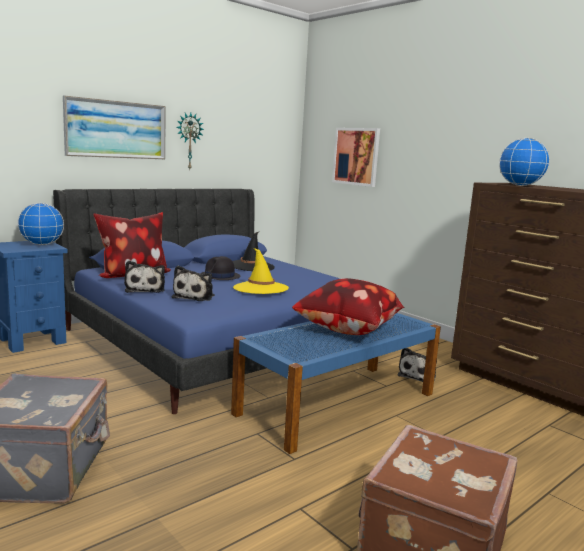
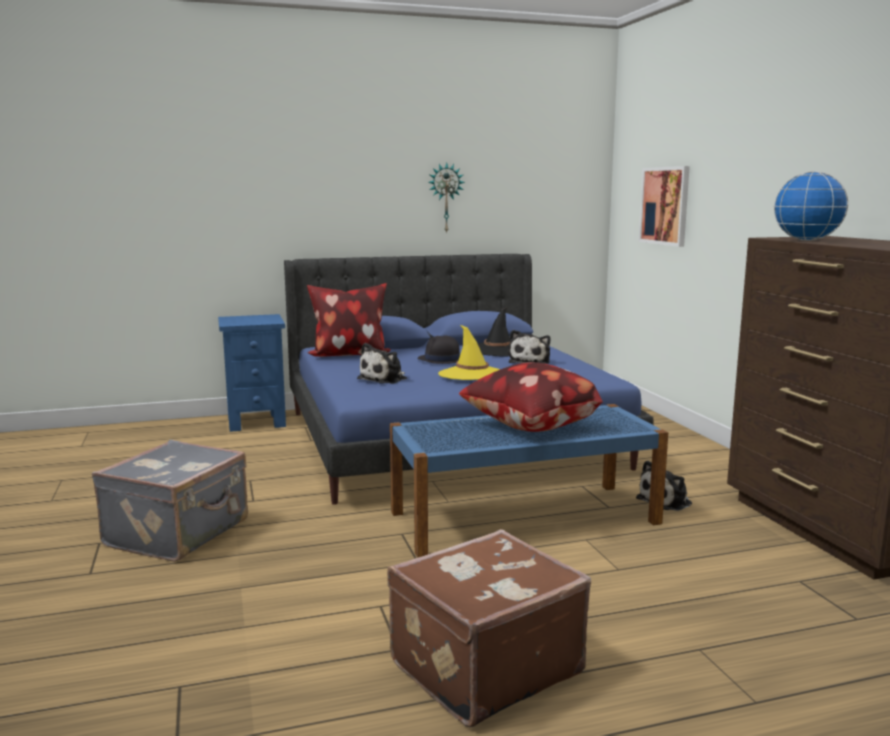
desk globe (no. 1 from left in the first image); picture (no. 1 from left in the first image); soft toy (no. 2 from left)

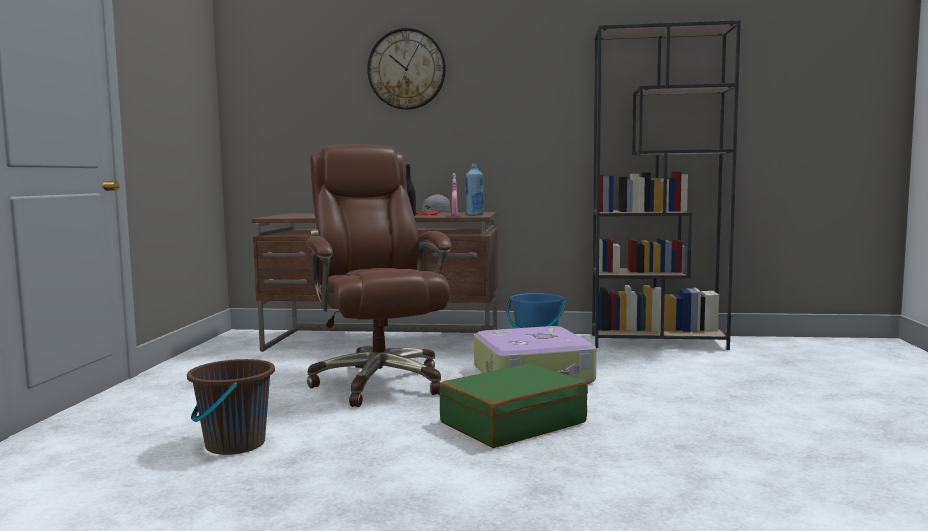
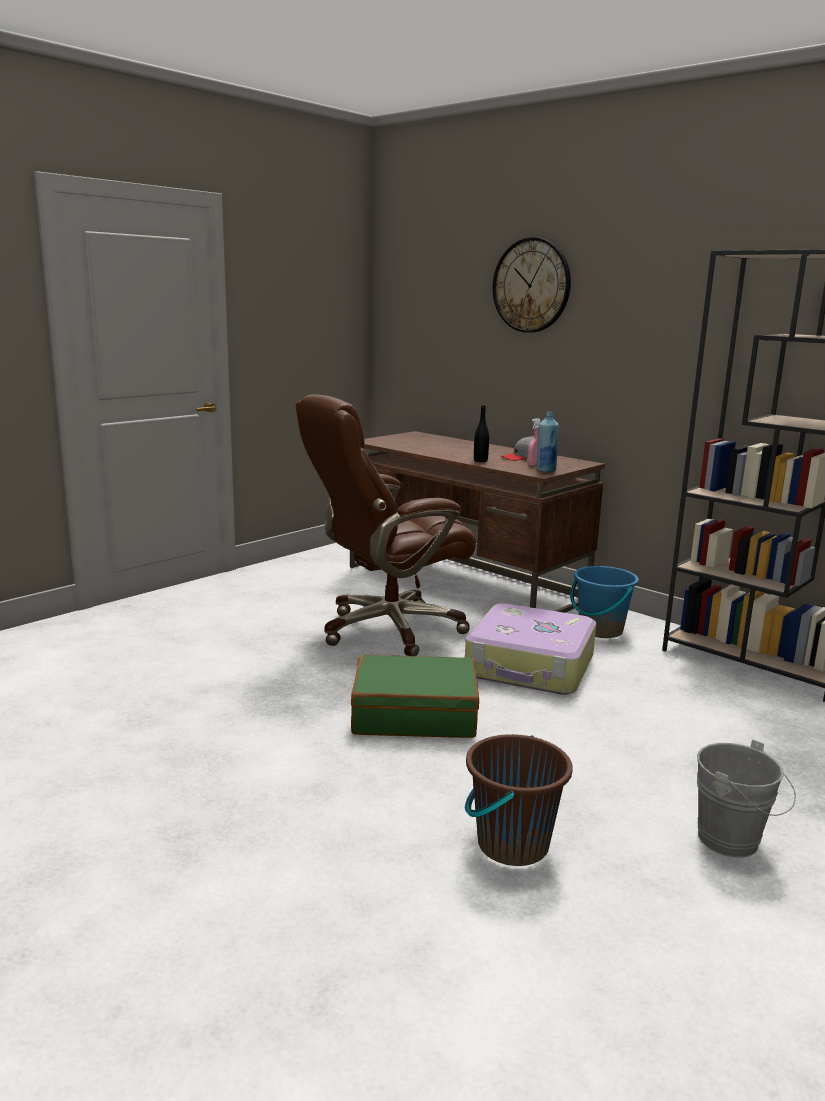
greyish pail; brownish pail; brownish office chair

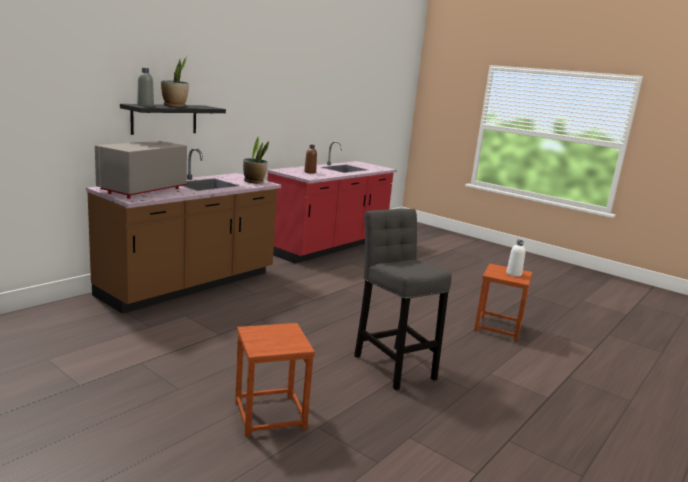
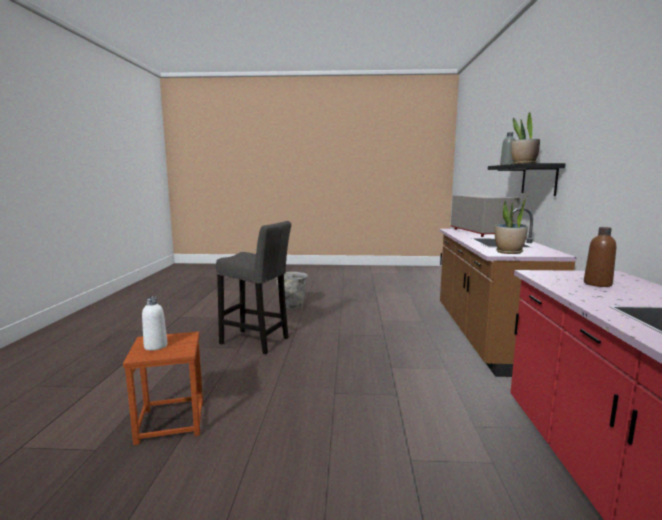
greyish pail

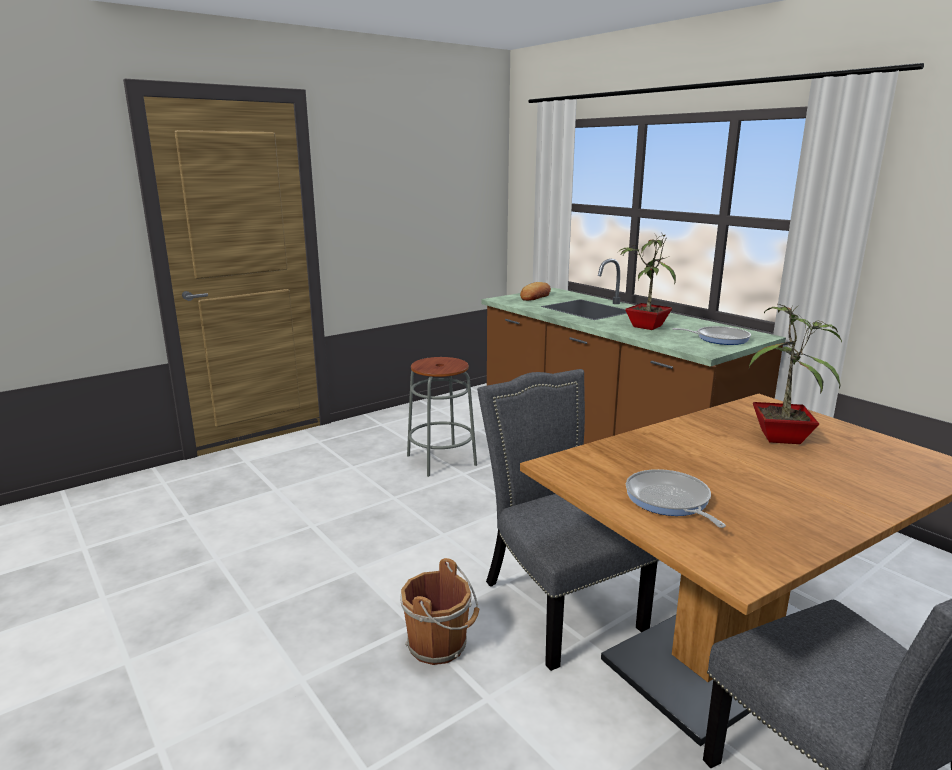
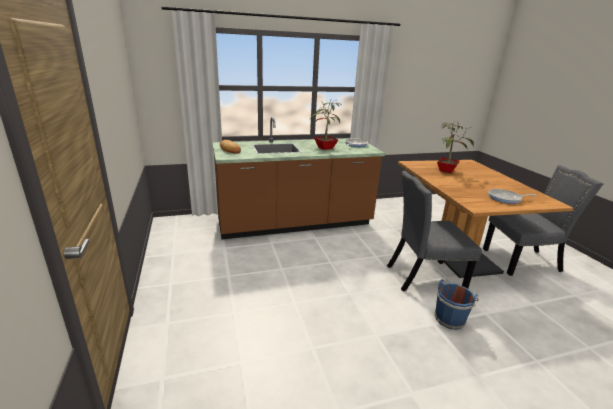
greyish stool seat; blue-coloured pail

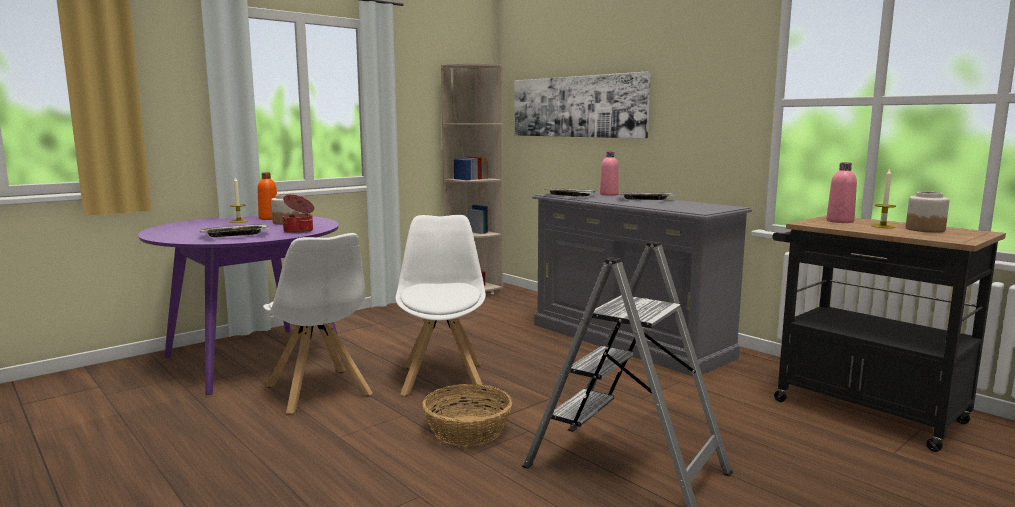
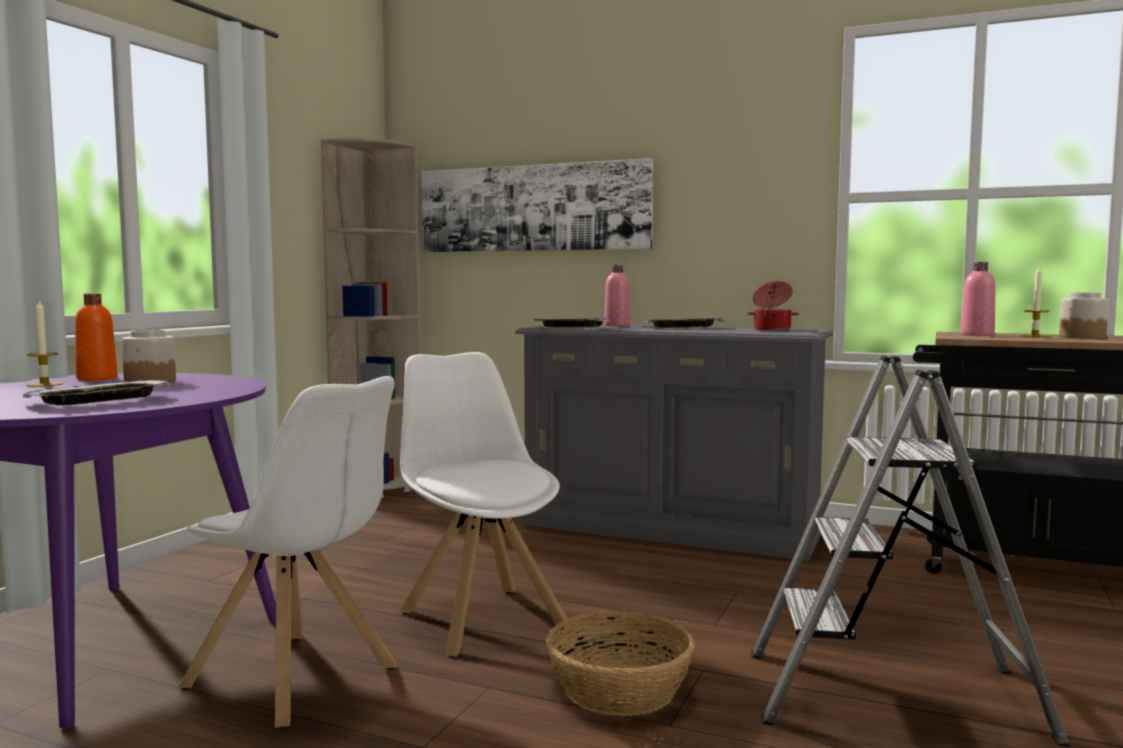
stockpot

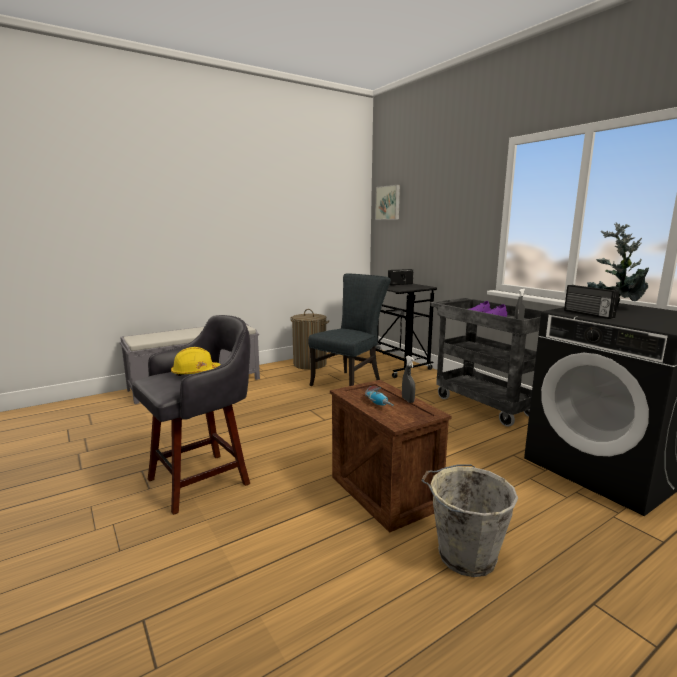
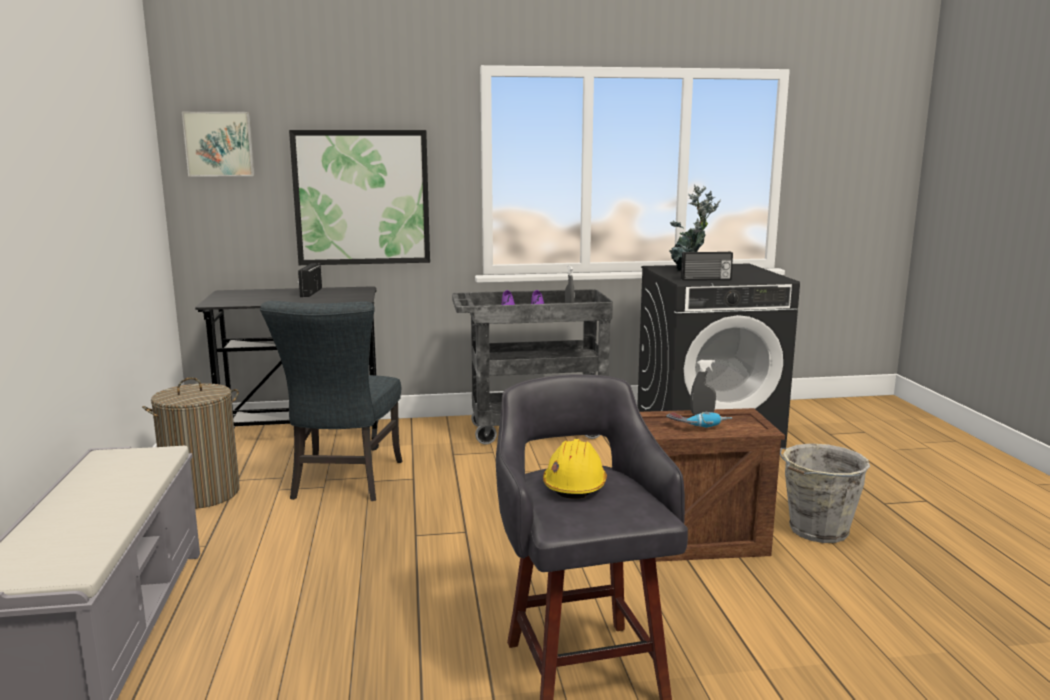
picture (no. 2 from left); greyish upright chair

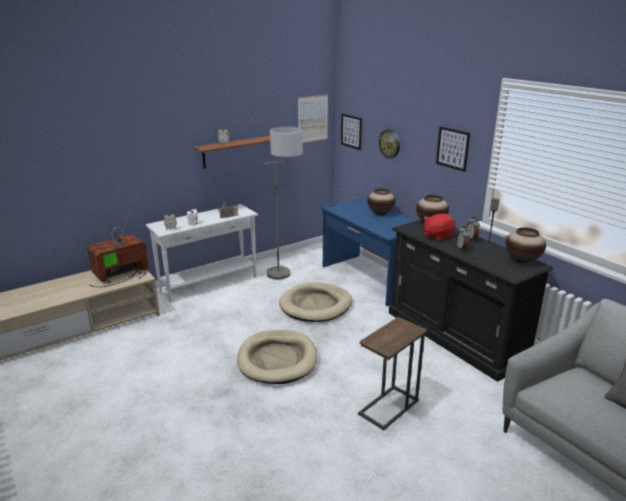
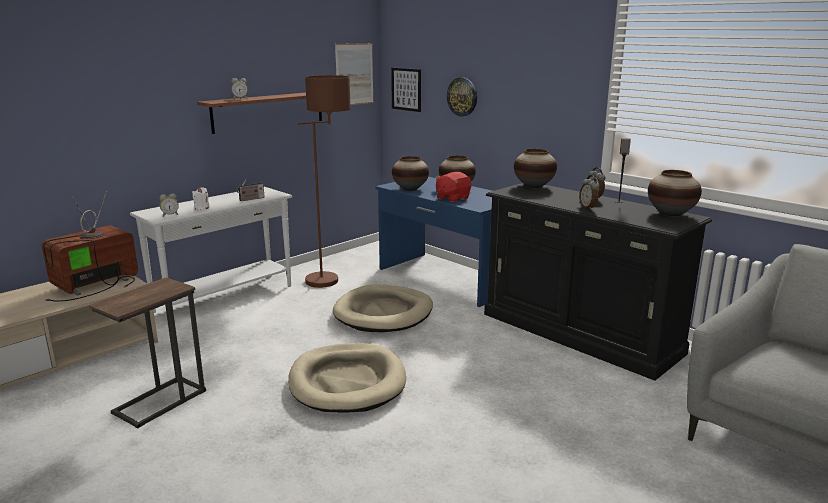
picture (no. 3 from left in the first image); vase (no. 1 from left); brownish end table; reddish soft toy; brownish standard lamp

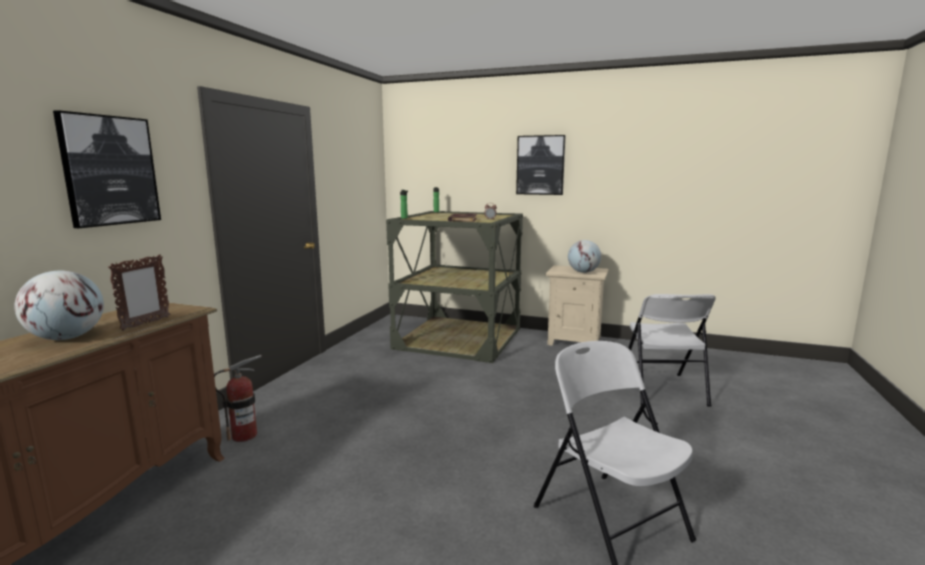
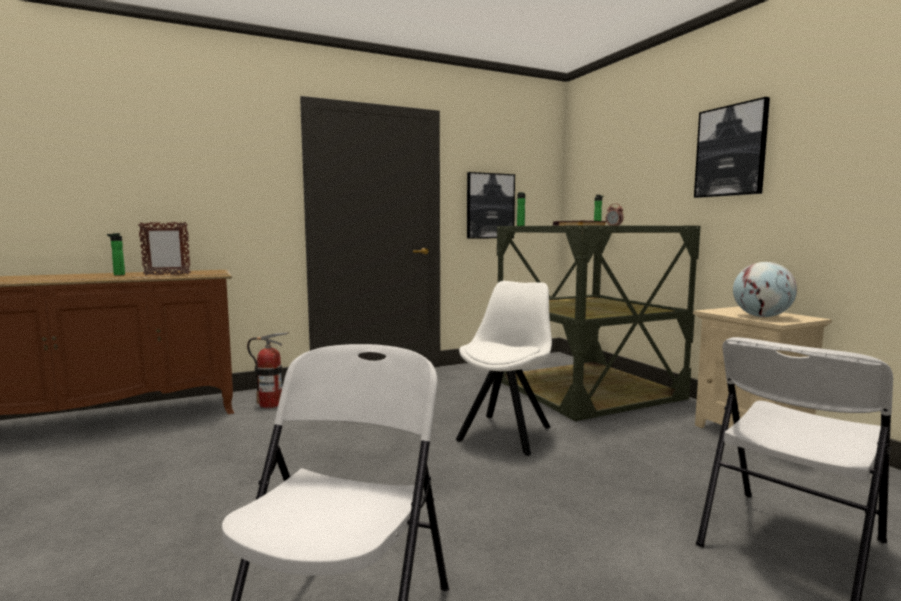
white-coloured upright chair (no. 2 from left); picture (no. 1 from left); bottle (no. 1 from left)

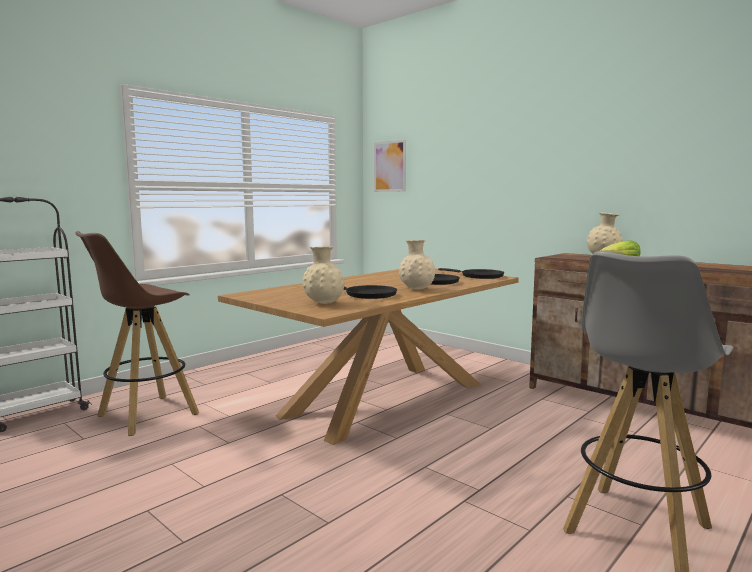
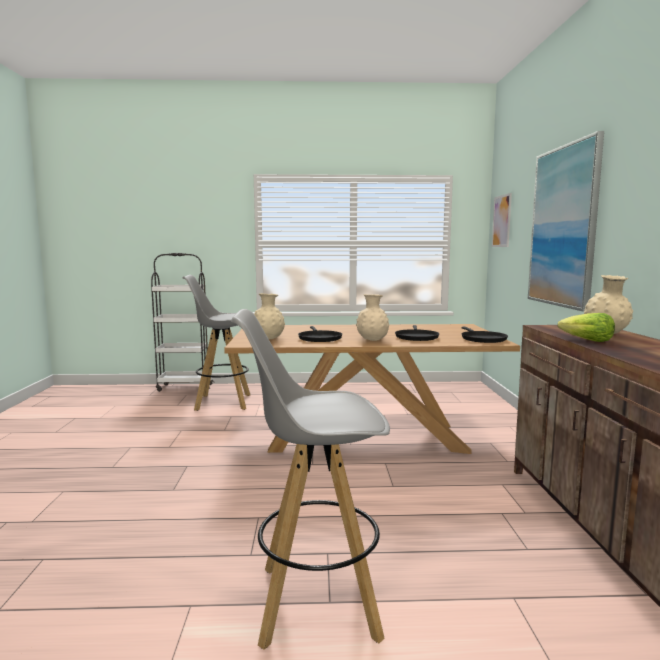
picture (no. 2 from left); greyish stool seat (no. 1 from left)

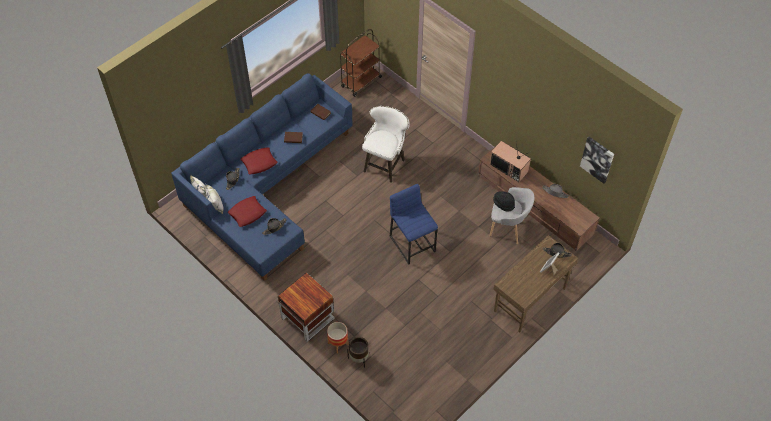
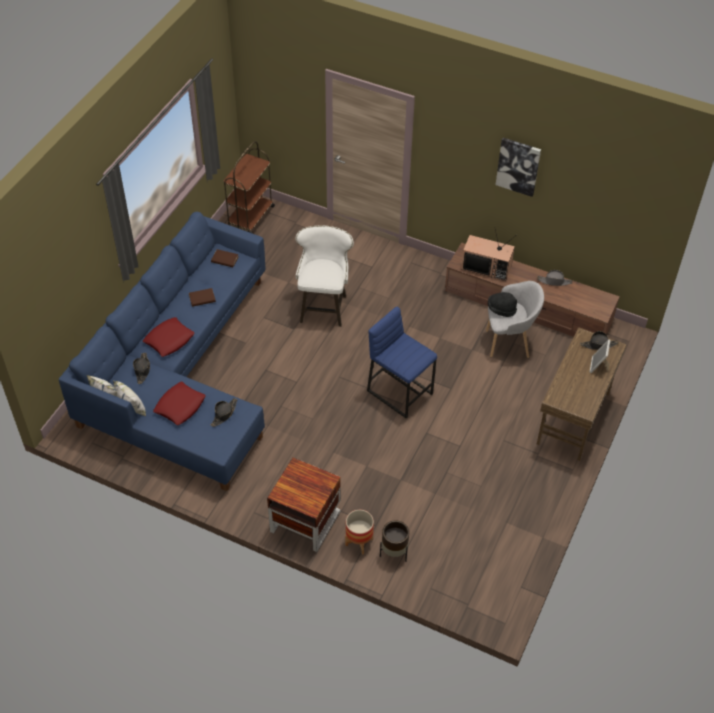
picture

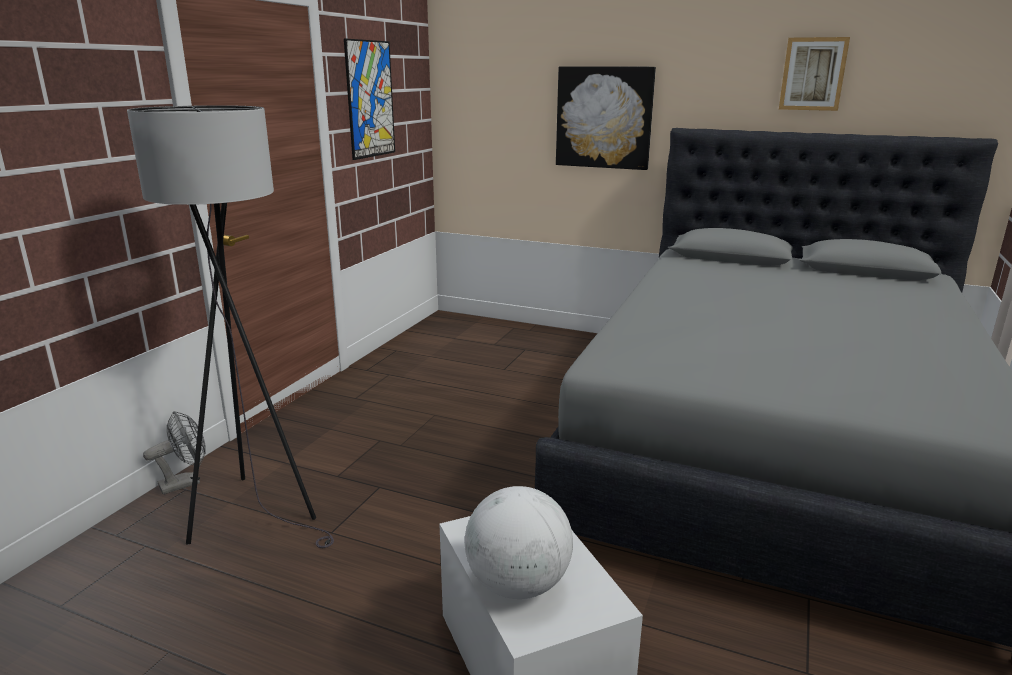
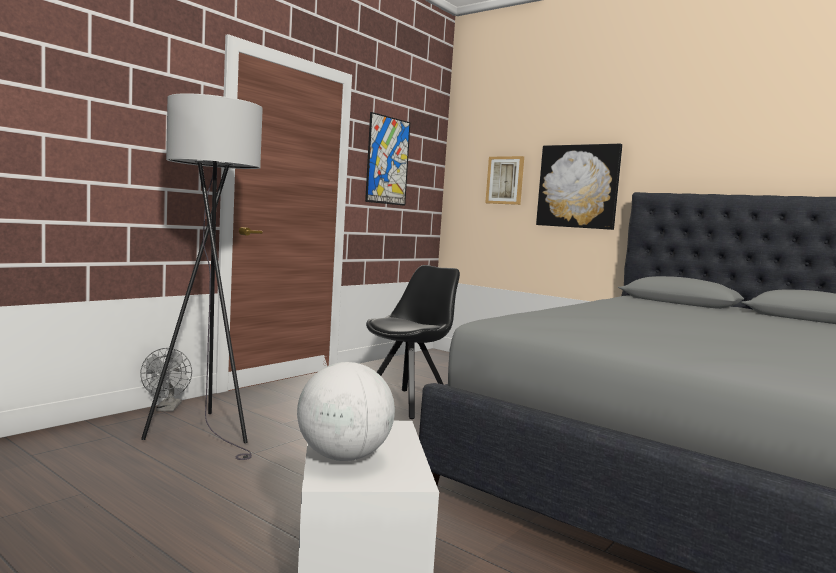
black-coloured upright chair; picture (no. 2 from left); greyish electric fan

